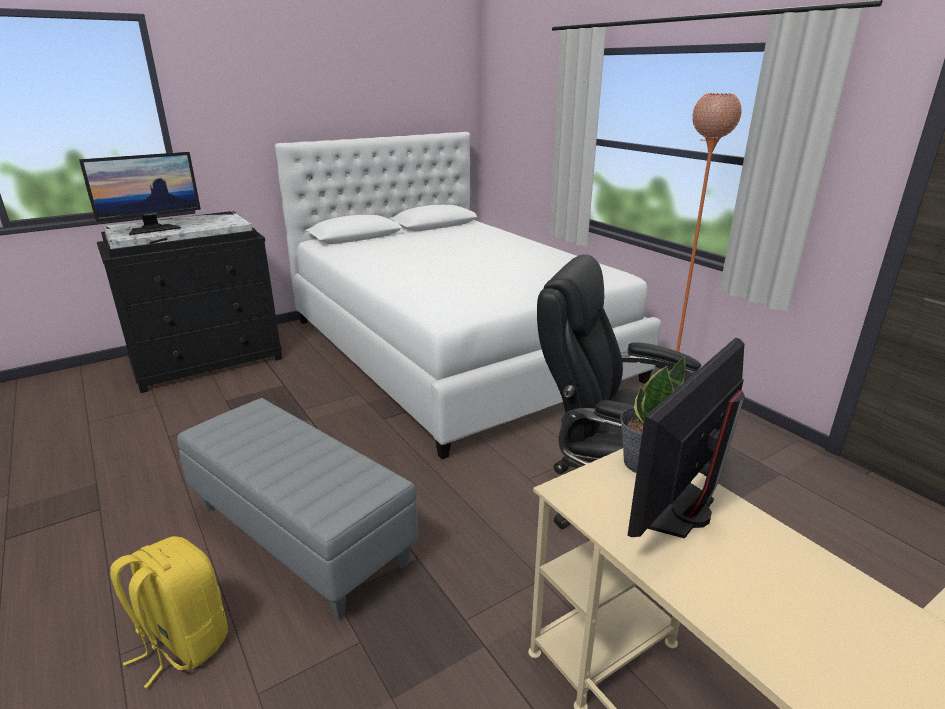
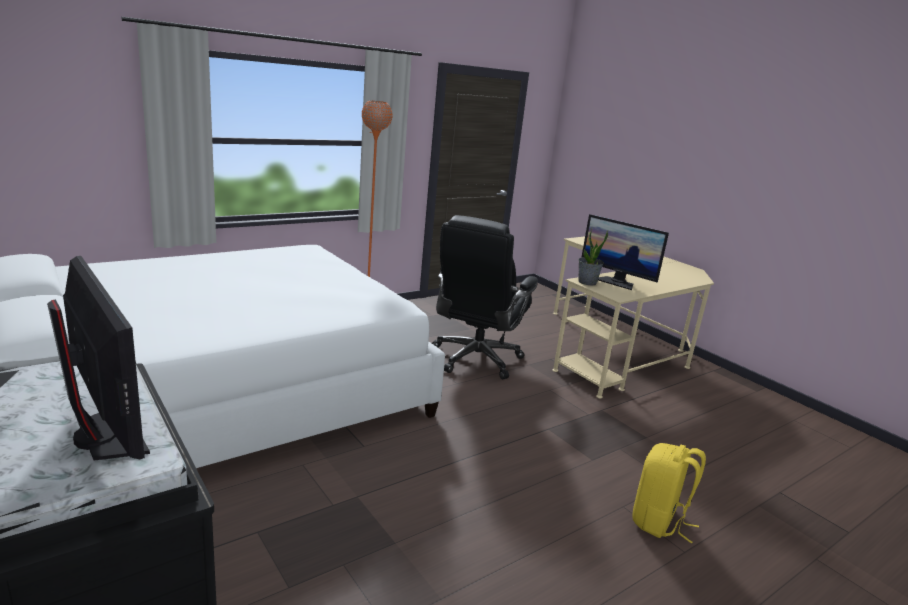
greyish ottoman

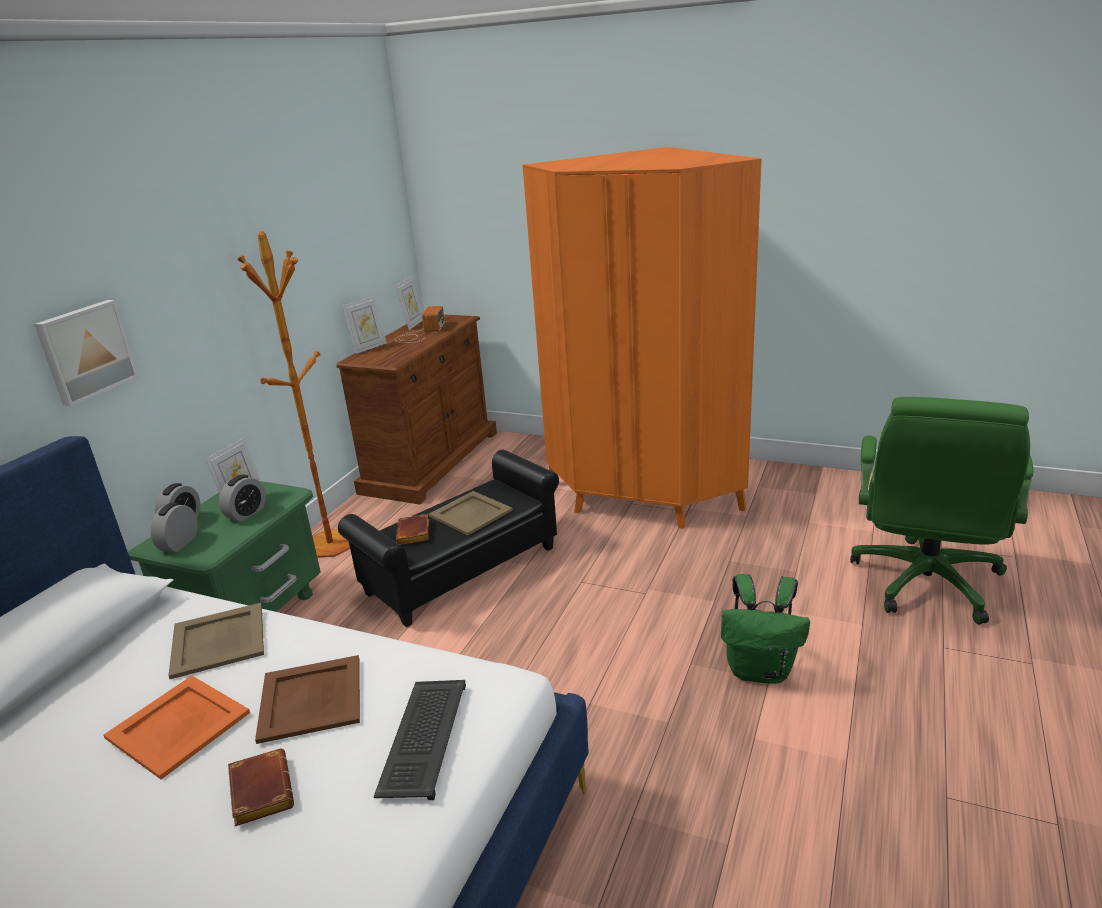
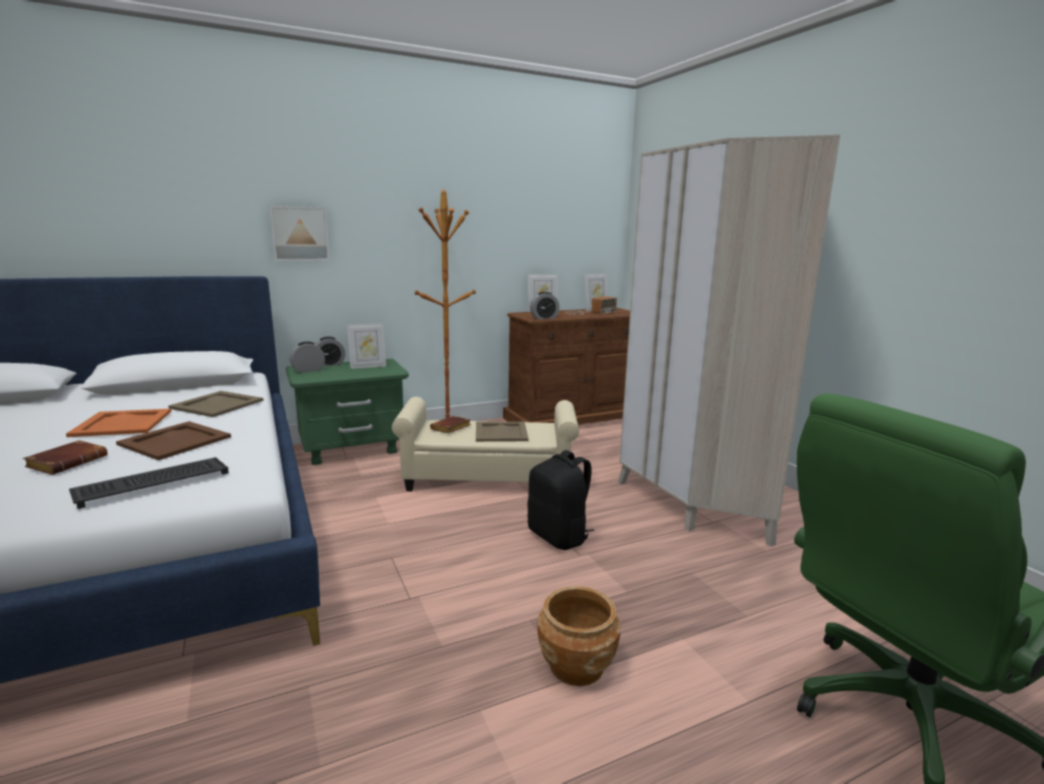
black-coloured knapsack; alarm clock (no. 3 from left); brownish planter; sand-coloured ottoman; sand-coloured armoire

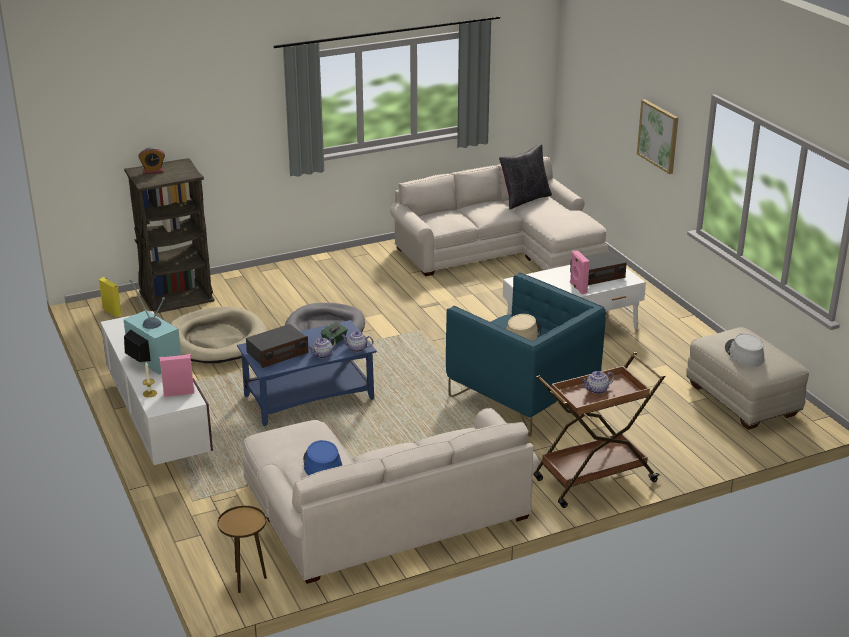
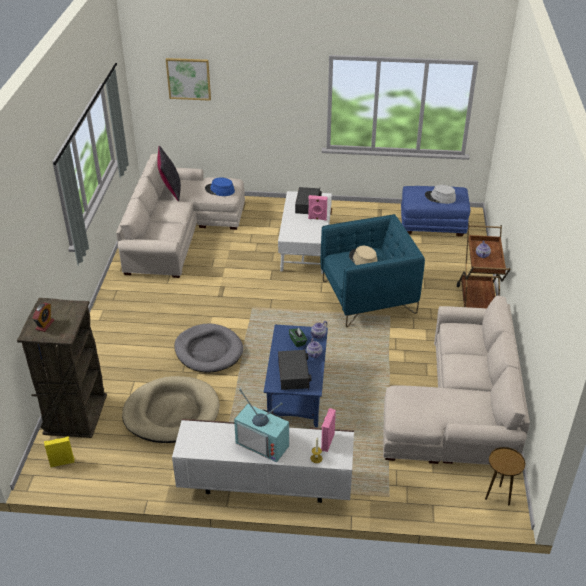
blue-coloured clothing hat; picture; blue-coloured ottoman; television

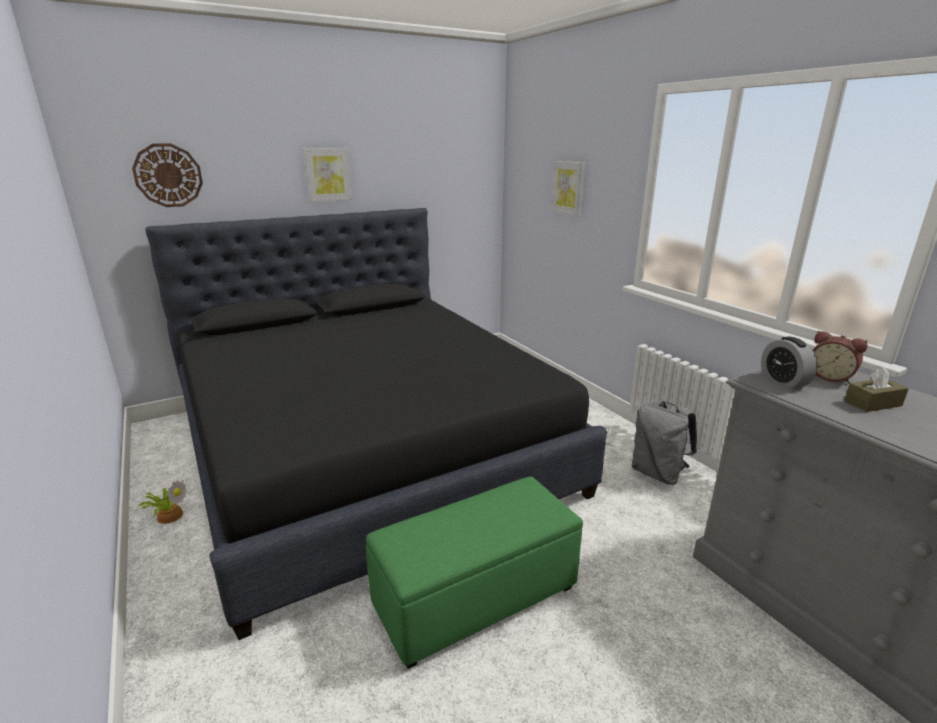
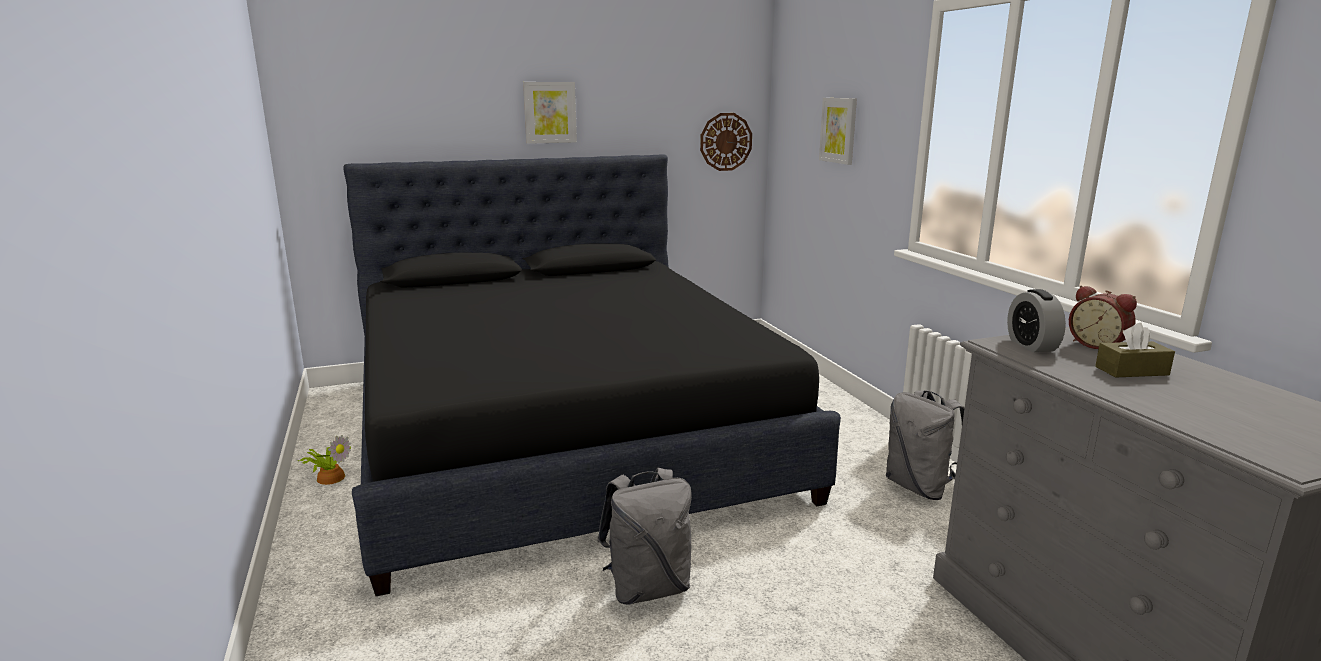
clock on the wall; greyish knapsack (no. 1 from left)

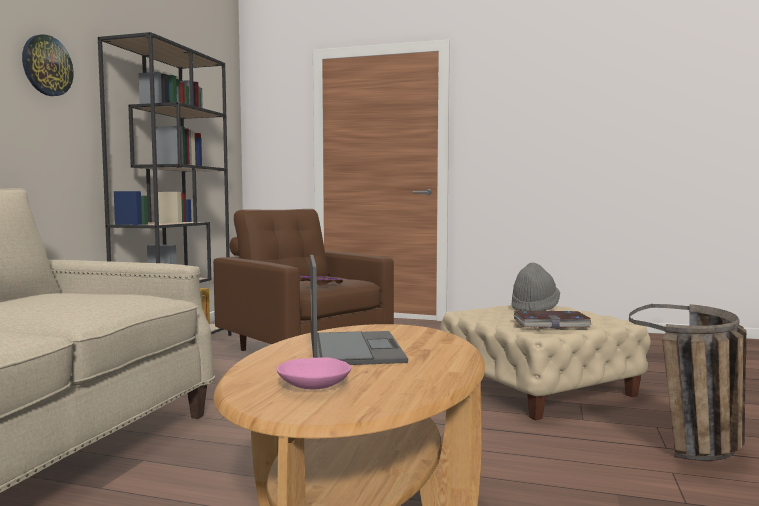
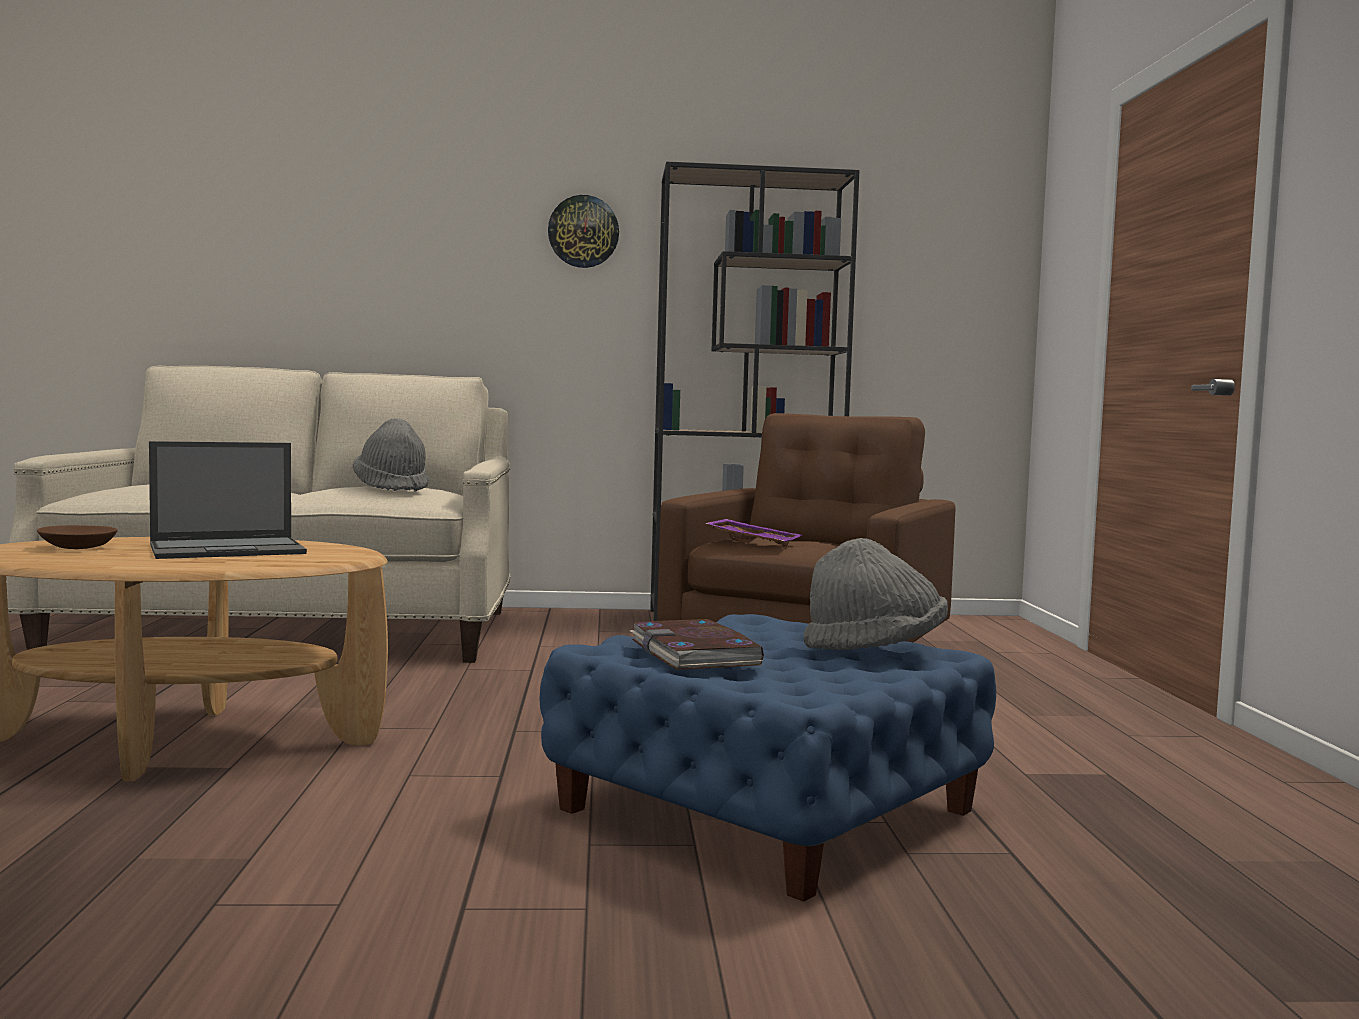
household basket; greyish clothing hat (no. 1 from left); brownish serving bowl; blue-coloured ottoman

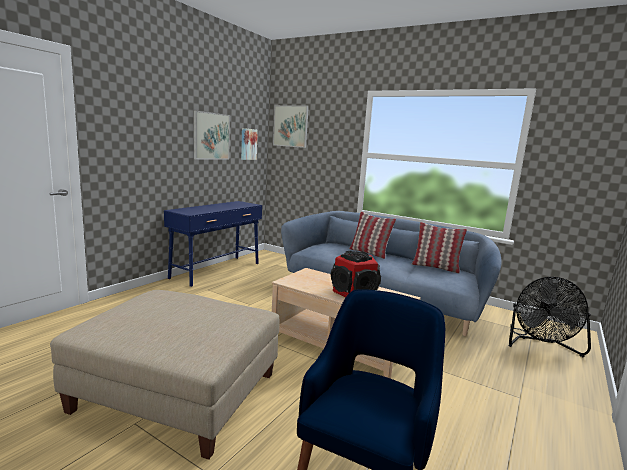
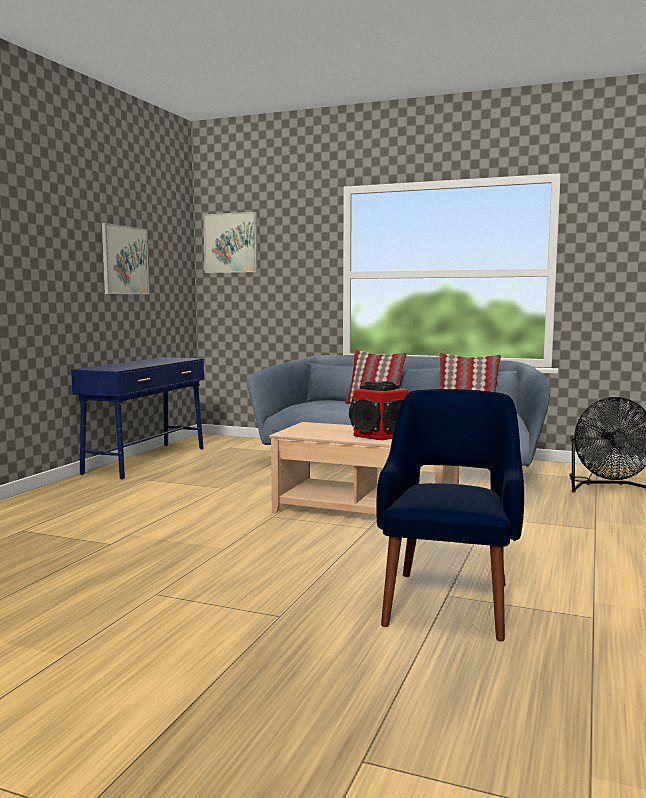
sand-coloured ottoman; picture (no. 2 from left in the first image)

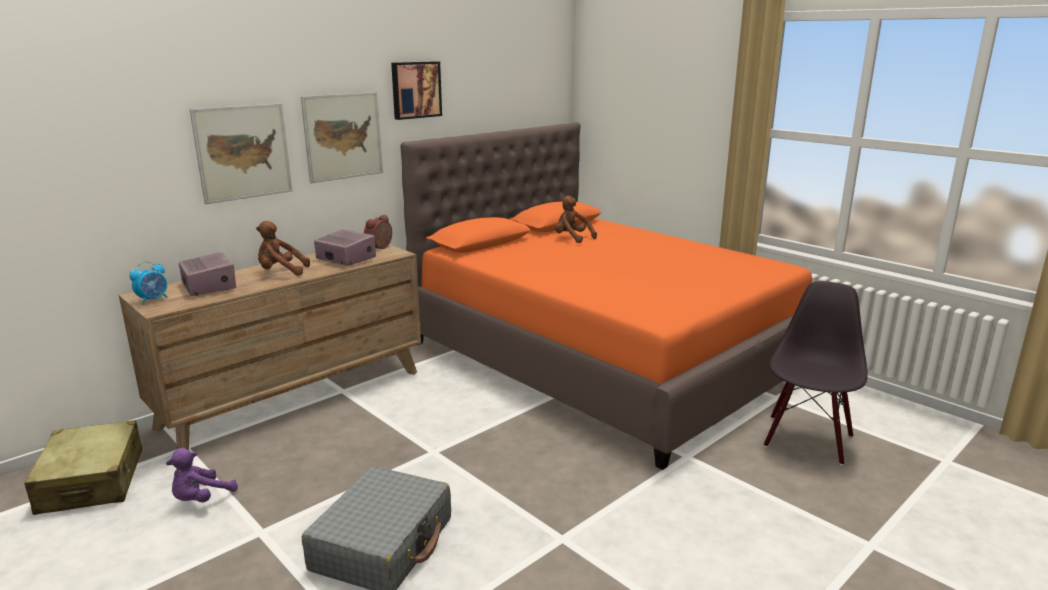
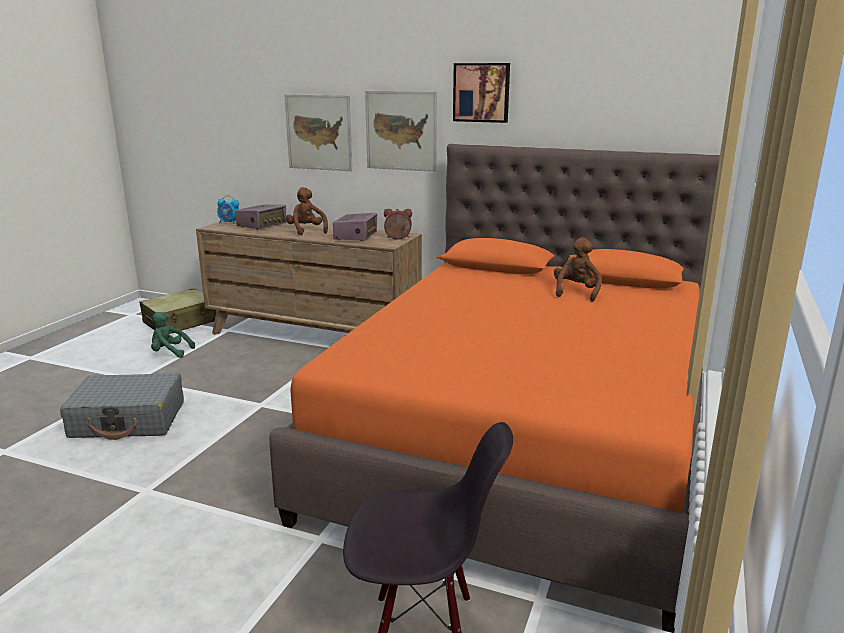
greenish soft toy

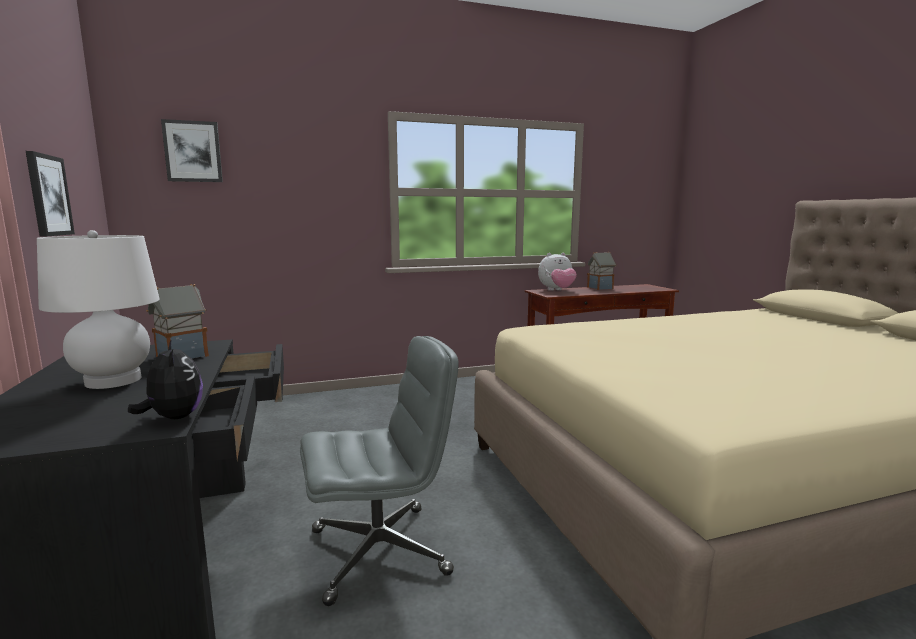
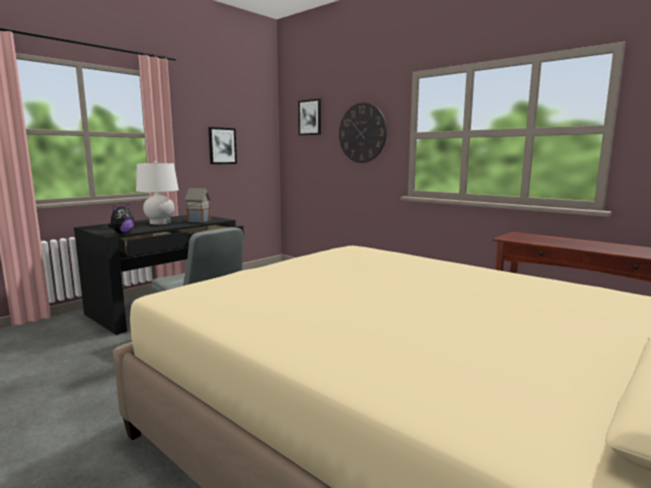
soft toy (no. 2 from left in the first image); toy house (no. 2 from left in the first image); clock on the wall

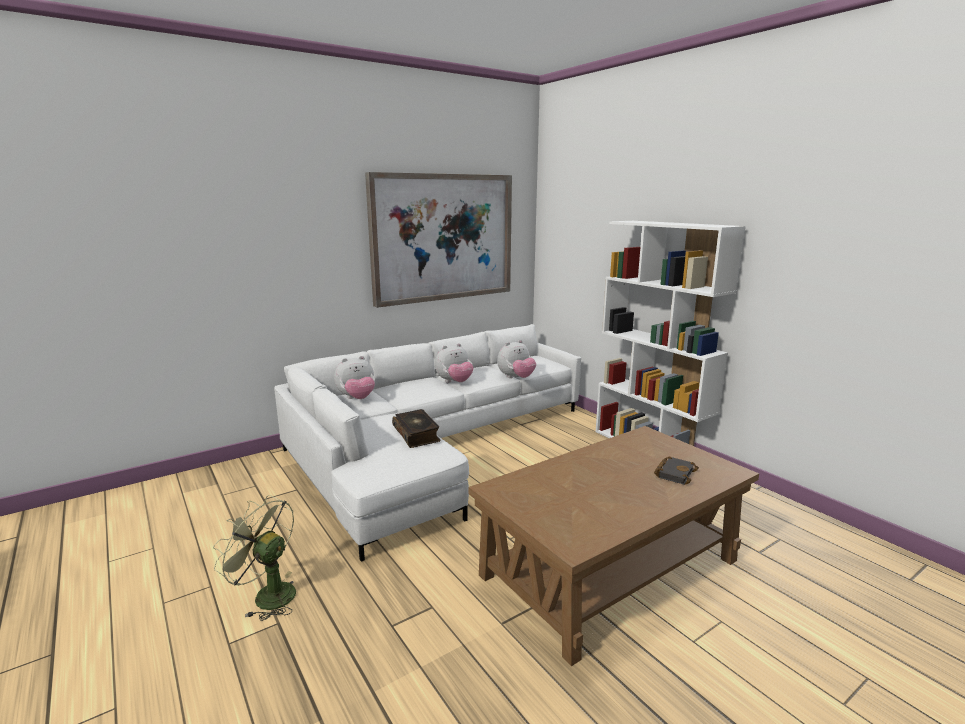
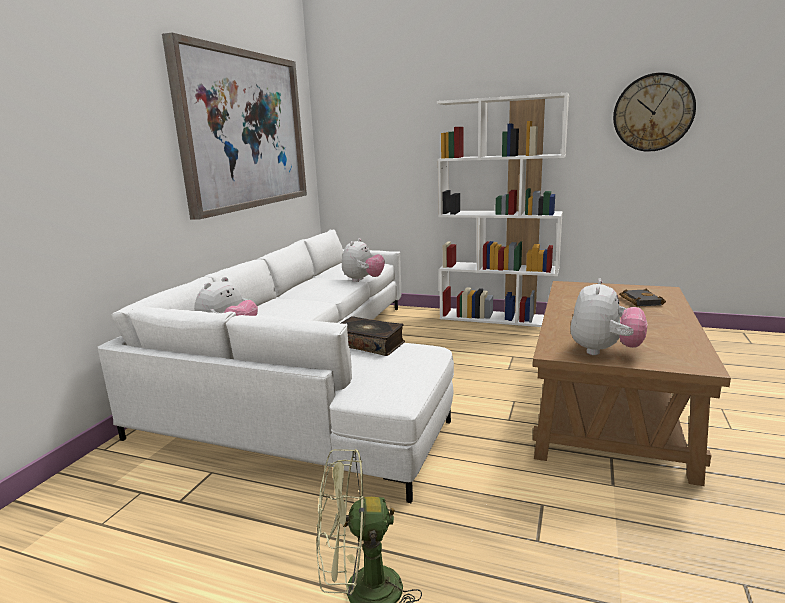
clock on the wall; soft toy (no. 3 from left)

